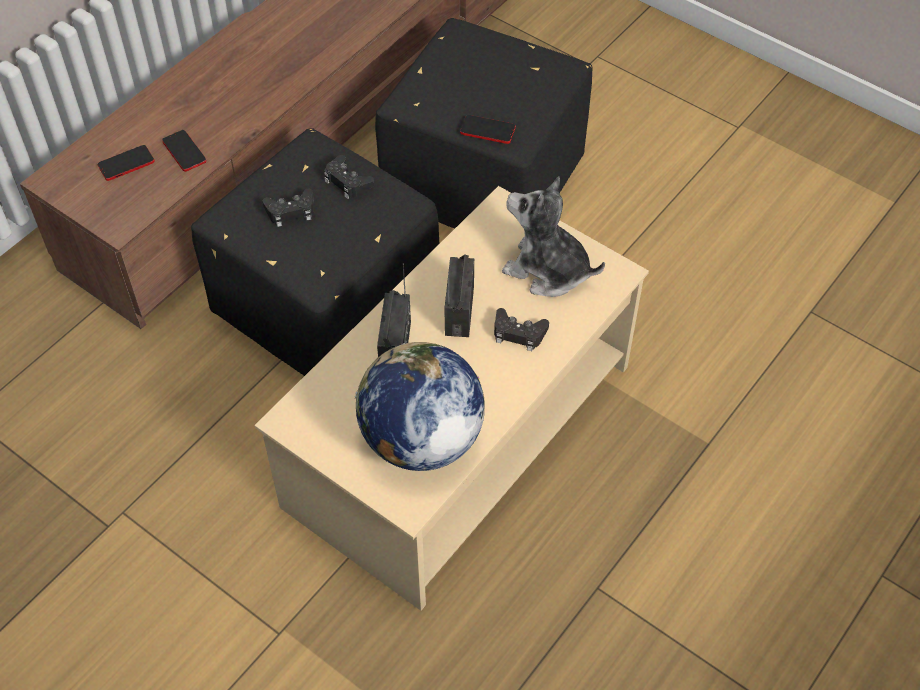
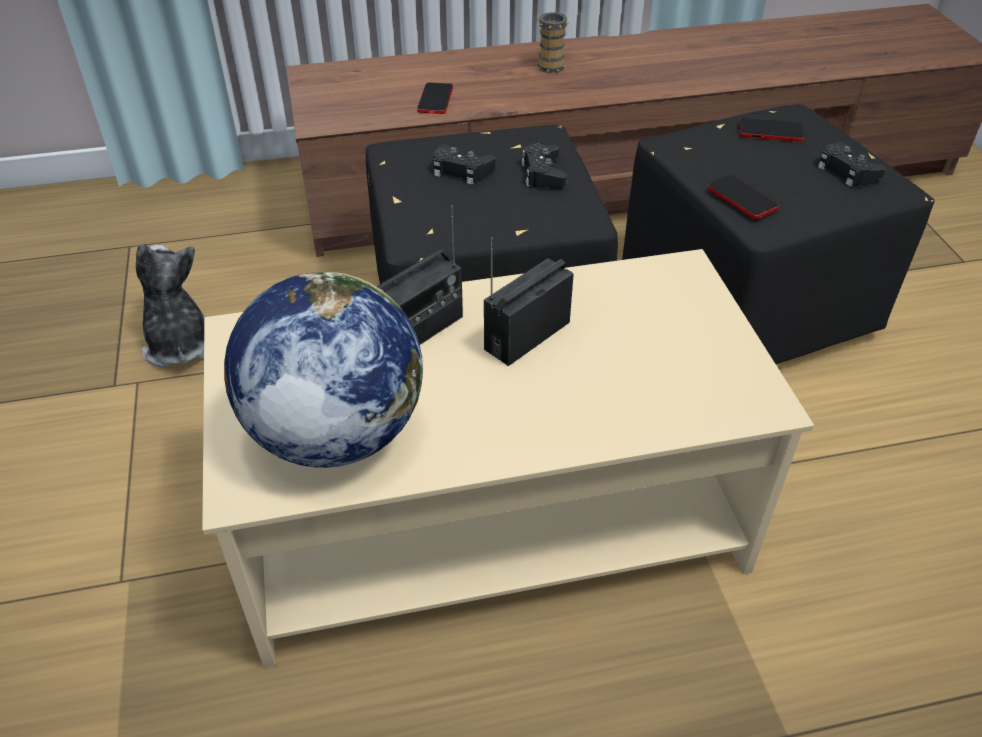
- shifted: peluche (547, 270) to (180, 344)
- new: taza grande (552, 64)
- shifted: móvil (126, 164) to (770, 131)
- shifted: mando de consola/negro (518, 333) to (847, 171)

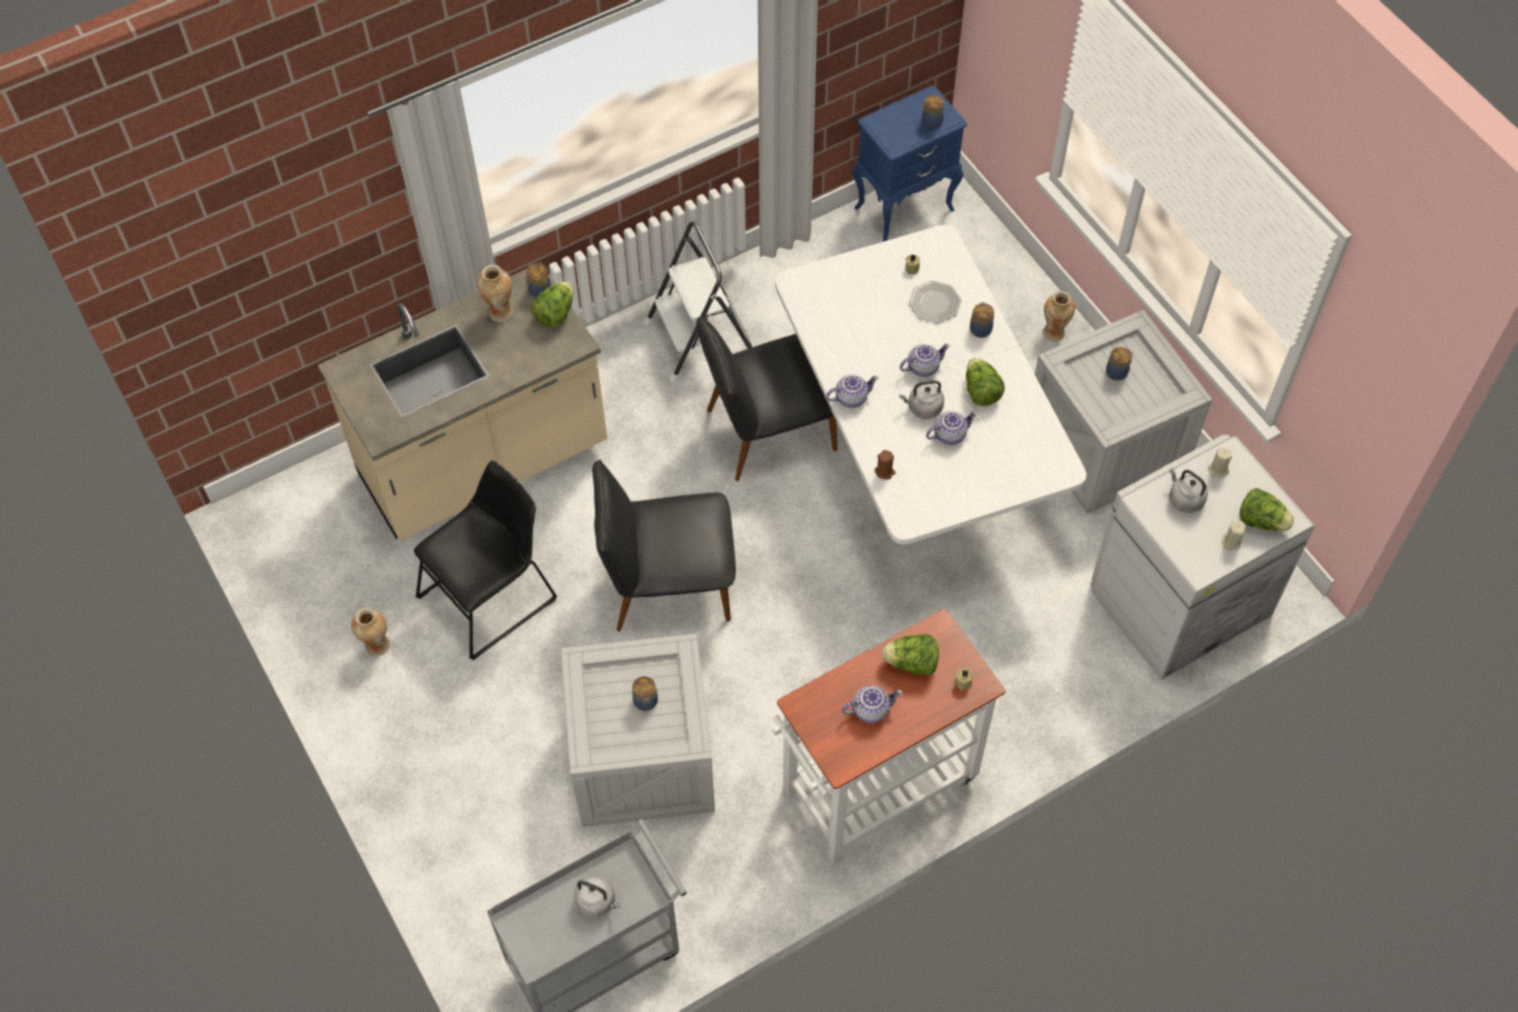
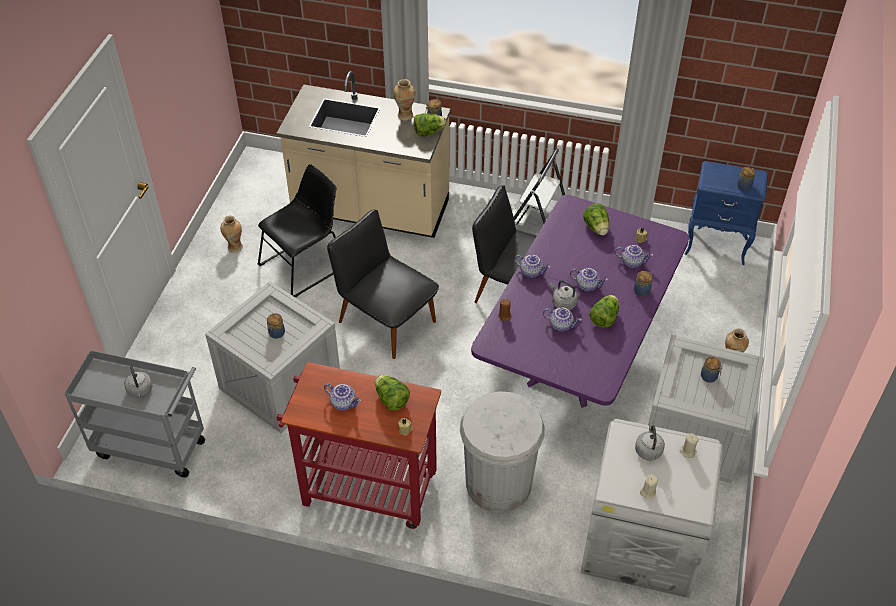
- rotated: silla/negro (492, 595) = (306, 264) 45 degrees counterclockwise
- repainted: carrito/blanco (876, 787) to carrito/rojo (367, 490)
- new: papelera/blanco (498, 484)
- repainted: mesa de comedor/blanco (914, 463) to mesa de comedor/morado (574, 362)
- shifted: lechuga (1261, 521) to (596, 228)
- swapped: plato (934, 303) to tetera (632, 262)

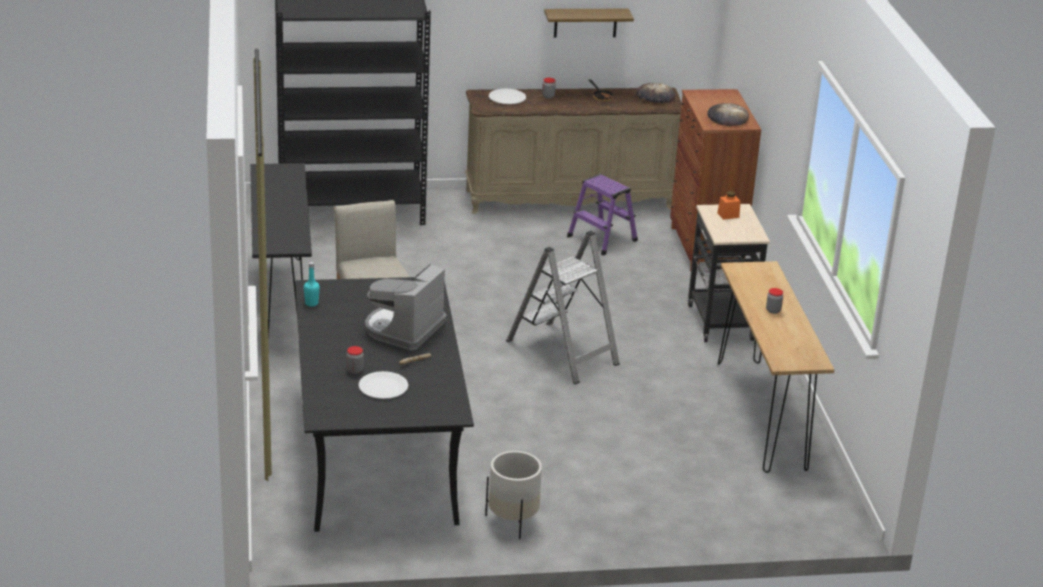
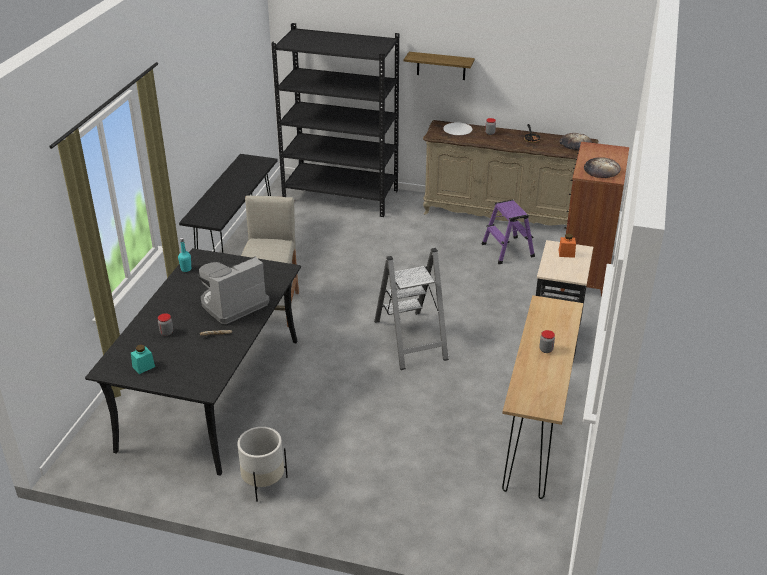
- new: tarro/turquesa (143, 367)
- shifted: estante (585, 22) to (441, 66)
- gone: plato/blanco (383, 387)

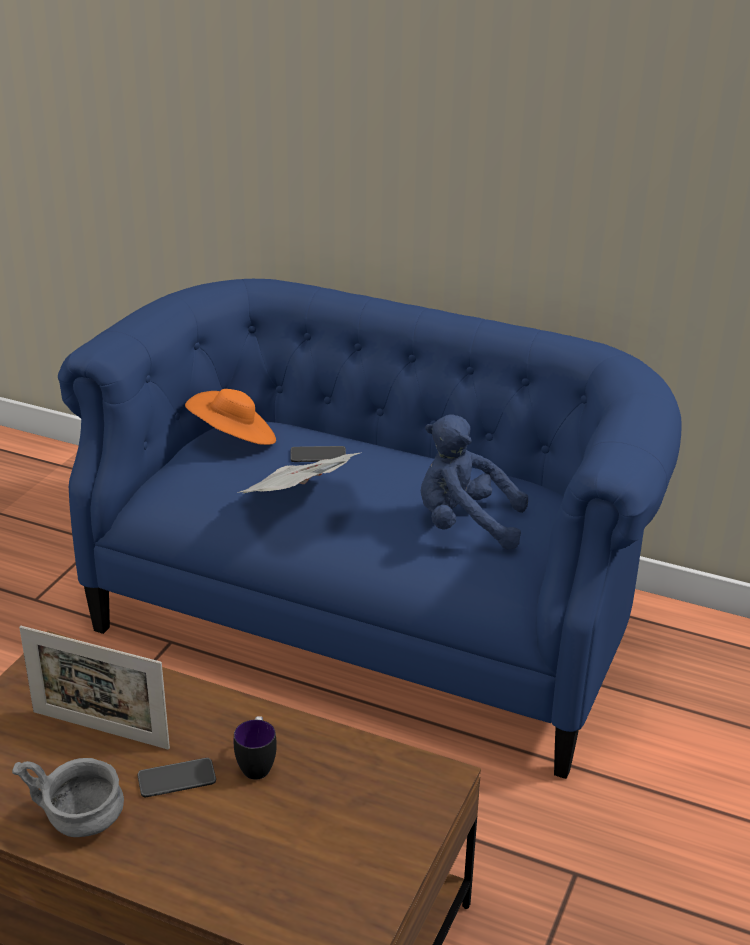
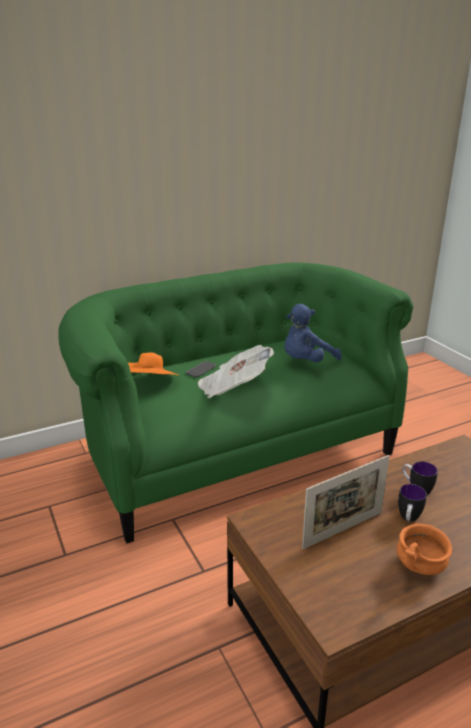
- repainted: sofá/azul (371, 619) to sofá/verde (236, 451)
- repainted: cuenco/gris (82, 821) to cuenco/naranja (420, 566)
- swapped: móvil (177, 779) to taza grande (408, 519)

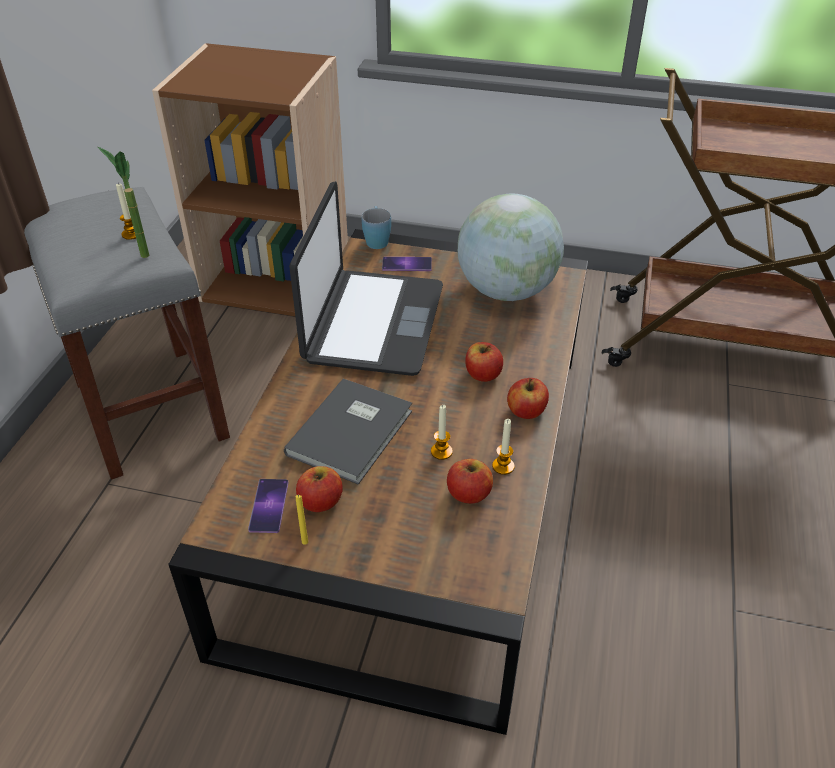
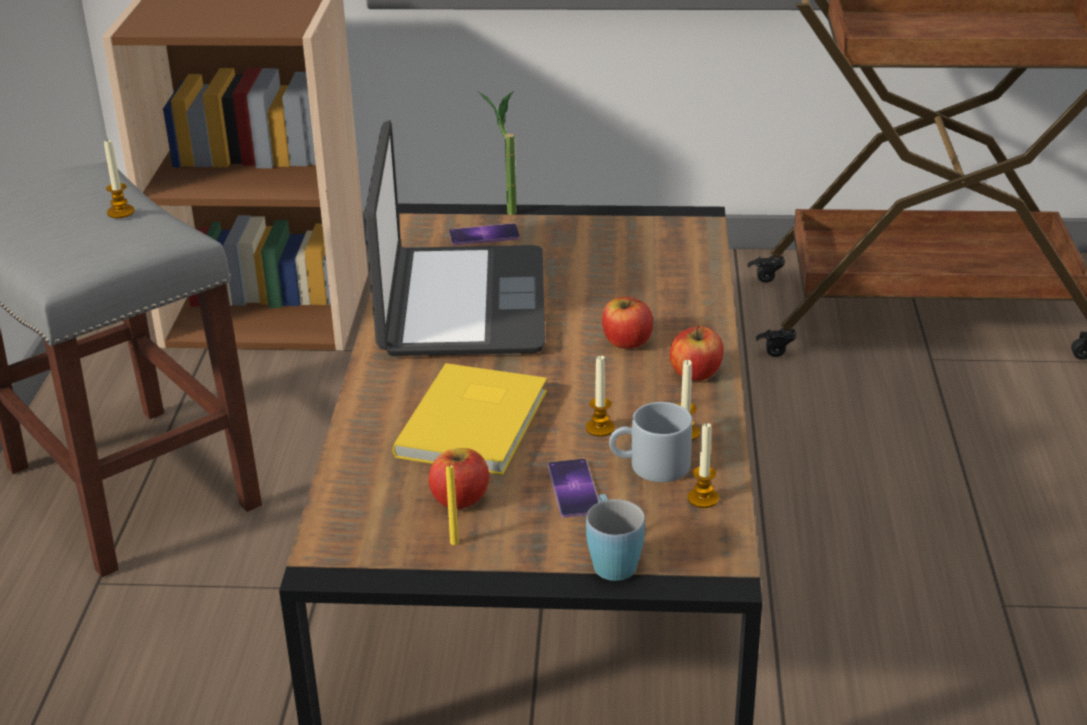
- repainted: libro/gris (354, 432) to libro/amarillo (477, 422)
- shifted: planta en maceta (140, 252) to (503, 210)
- shifted: móvil (269, 505) to (573, 488)
- shifted: taza grande/azul (377, 240) to (611, 559)
- swapped: manzana (469, 493) to taza grande/gris (650, 466)
- new: vela (703, 498)
- gone: globo terráqueo (506, 291)

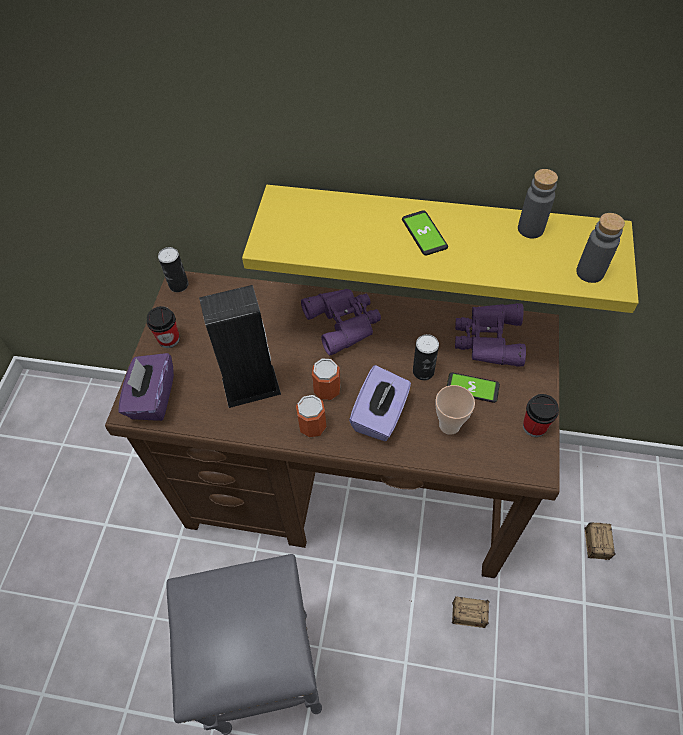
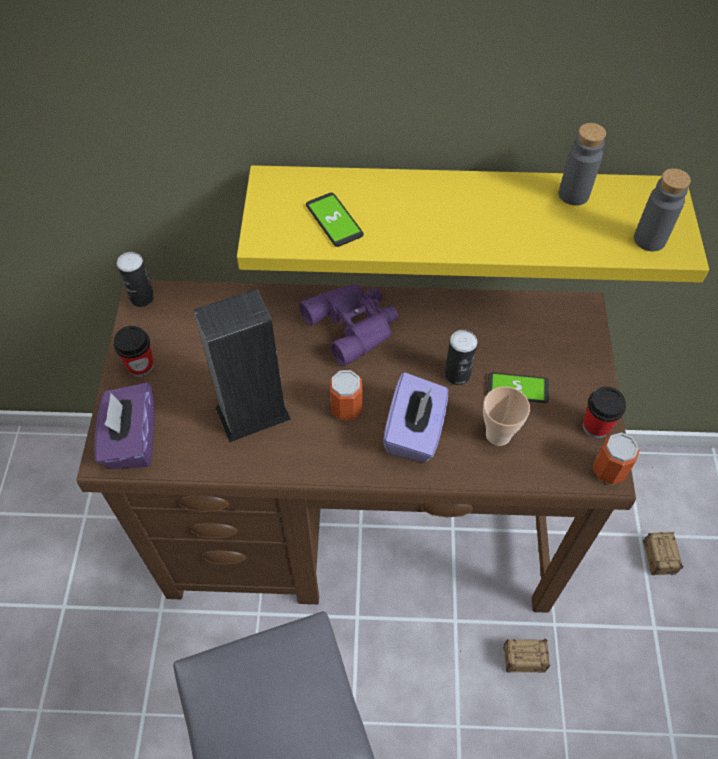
- shifted: móvil (424, 233) to (334, 220)
- shifted: lata (312, 426) to (609, 470)
- gone: prismáticos/morado (487, 339)

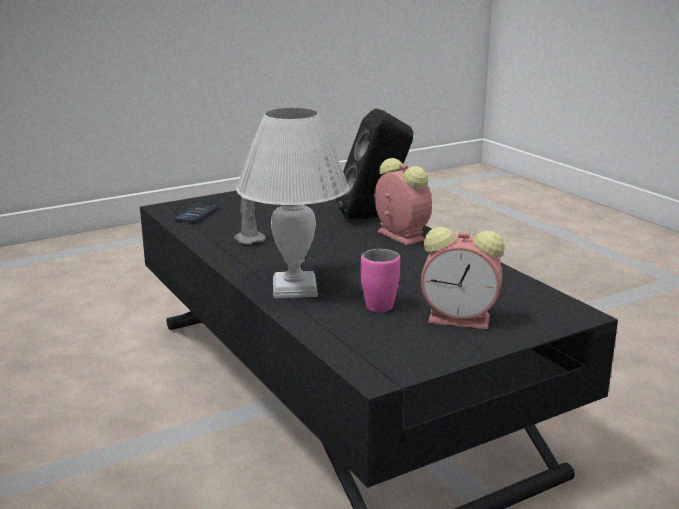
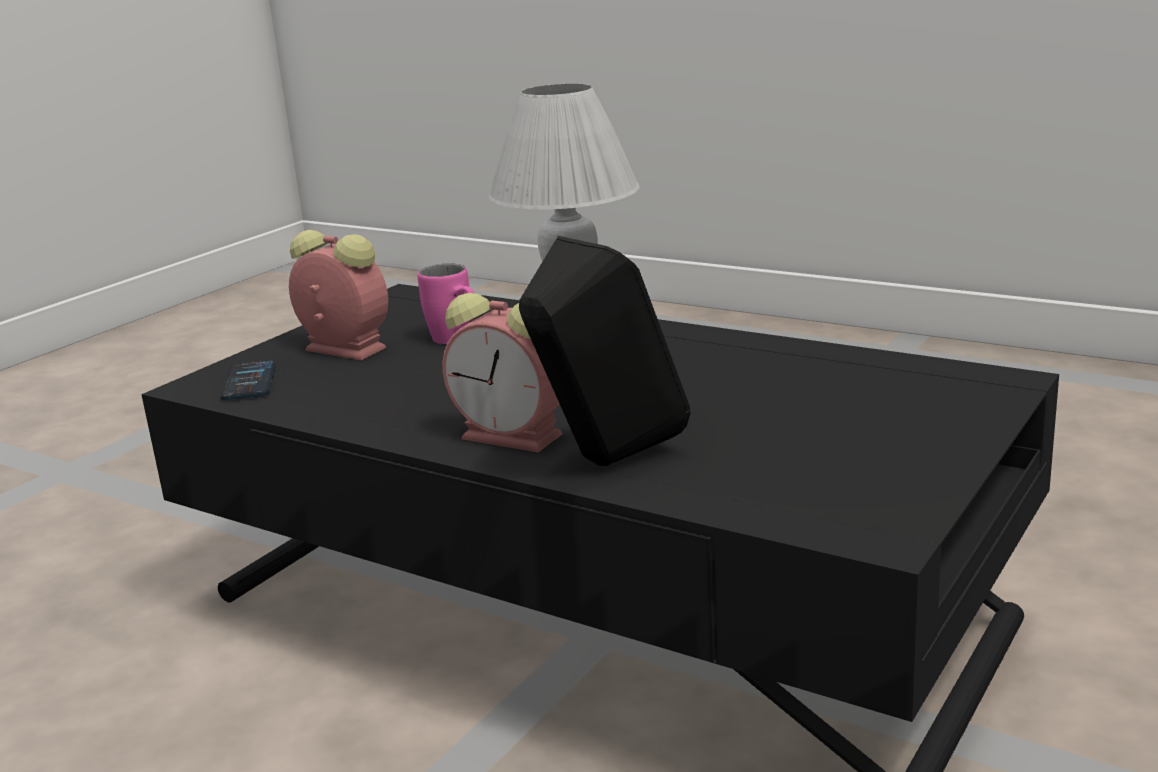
- shifted: móvil (196, 214) to (249, 382)
- rotated: despertador (462, 319) = (342, 349) 45 degrees clockwise
- gone: vela/gris (248, 239)

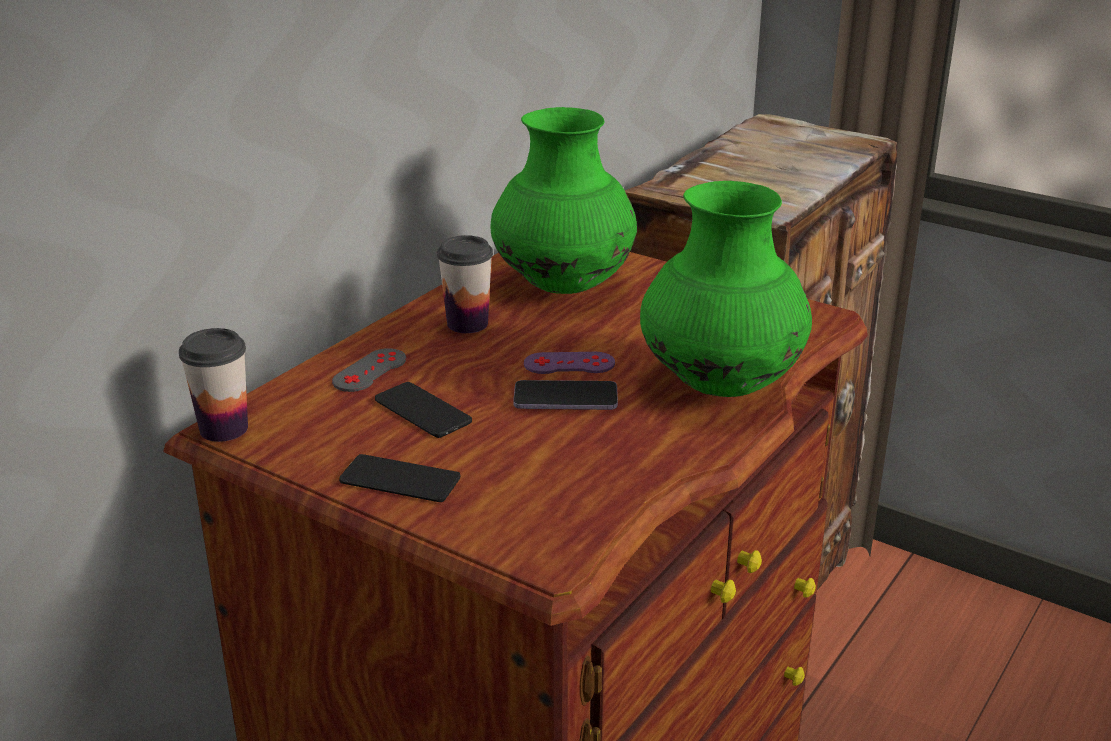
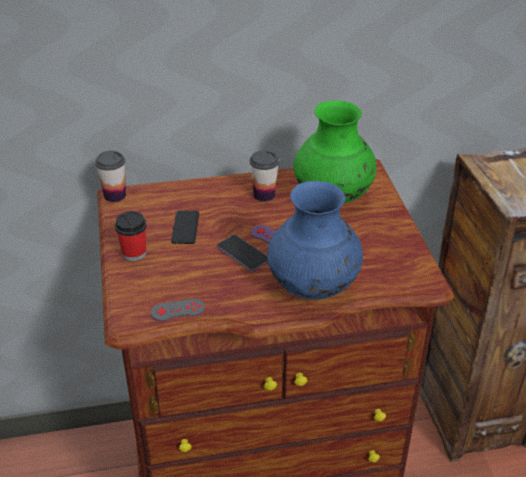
- swapped: móvil (400, 480) to taza (134, 253)
- shifted: mando de consola/gris (370, 371) to (178, 310)
- repainted: florero/verde (721, 386) to florero/azul (313, 287)

